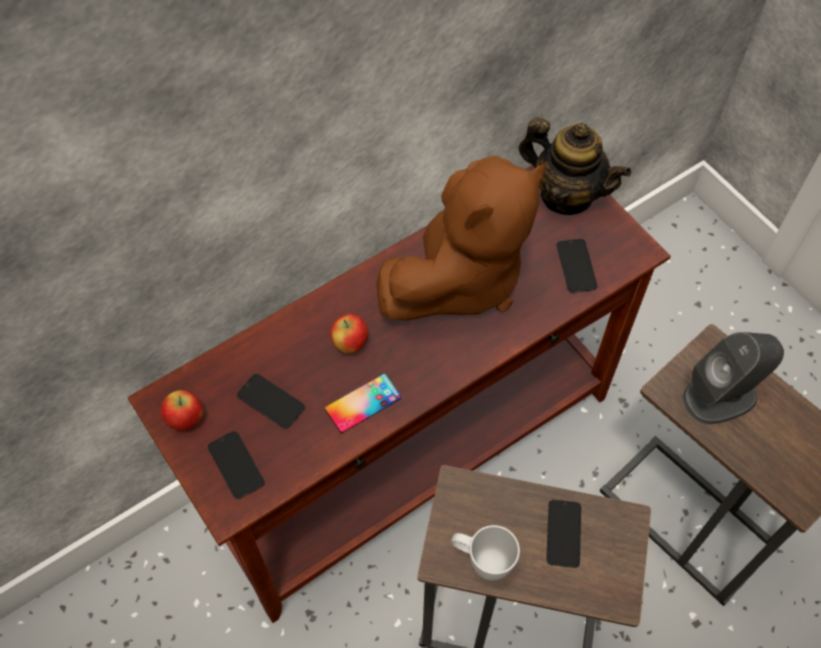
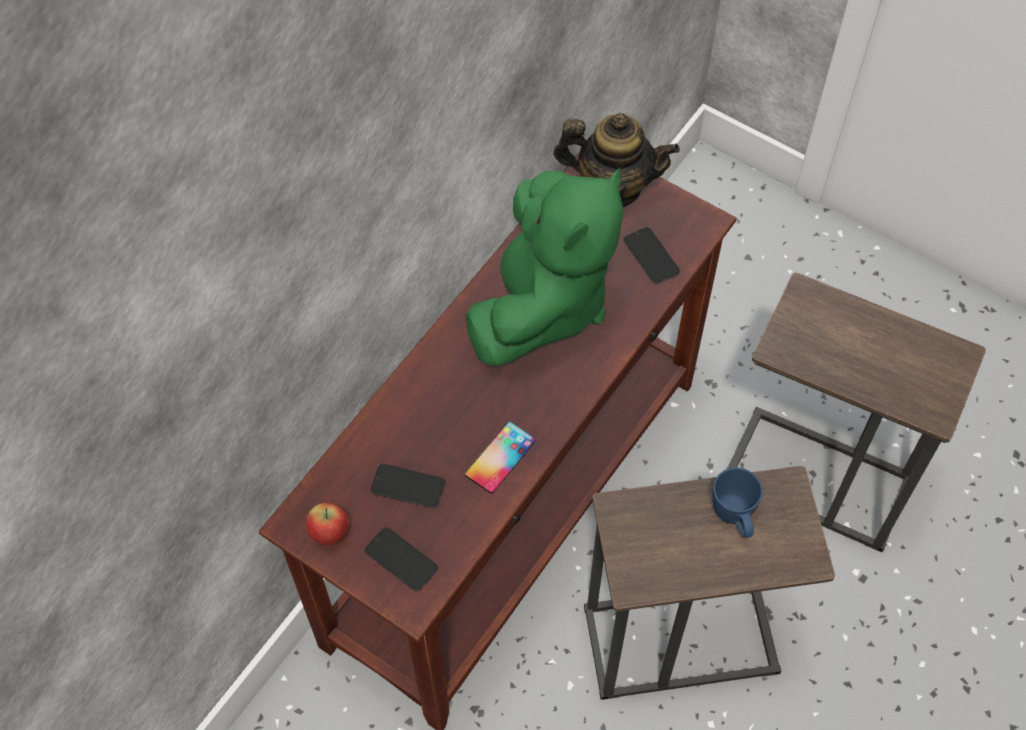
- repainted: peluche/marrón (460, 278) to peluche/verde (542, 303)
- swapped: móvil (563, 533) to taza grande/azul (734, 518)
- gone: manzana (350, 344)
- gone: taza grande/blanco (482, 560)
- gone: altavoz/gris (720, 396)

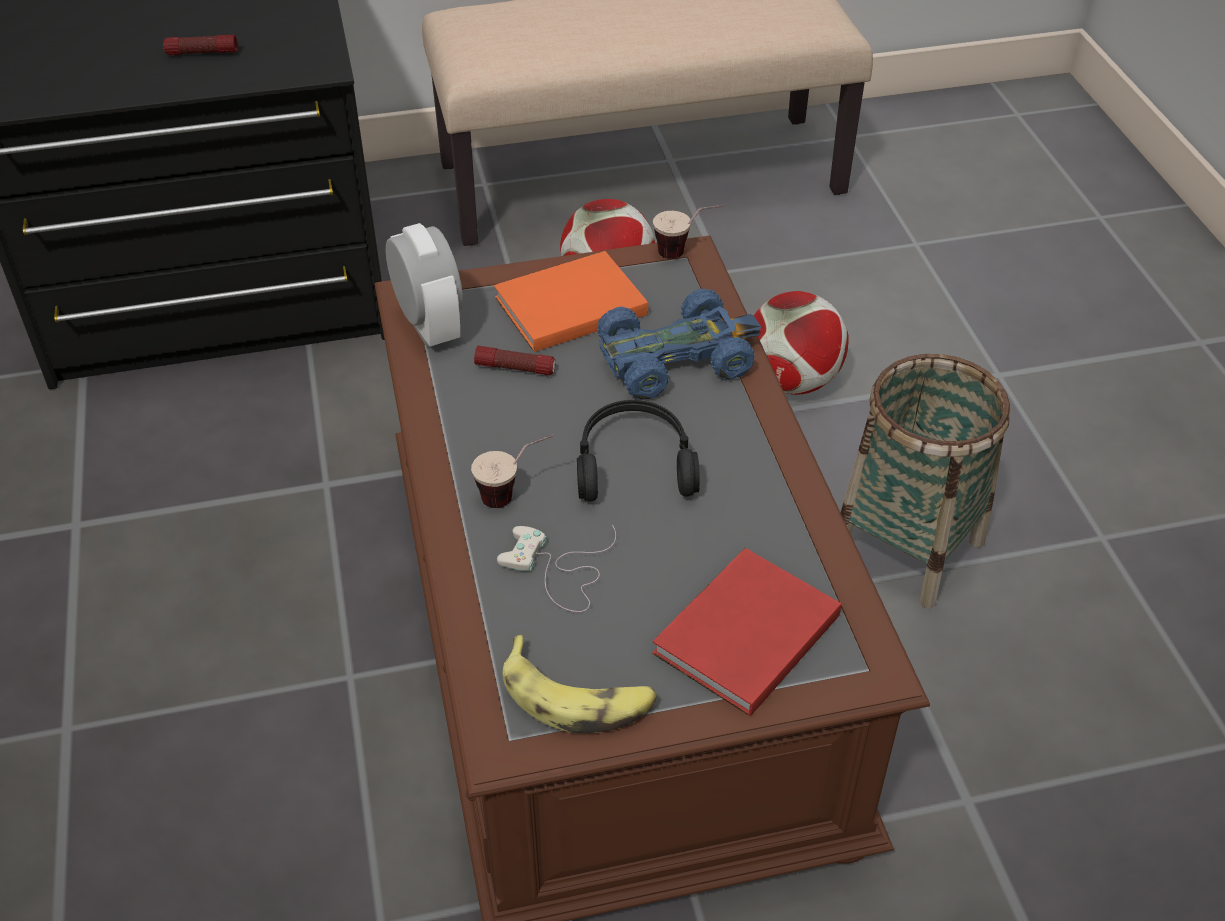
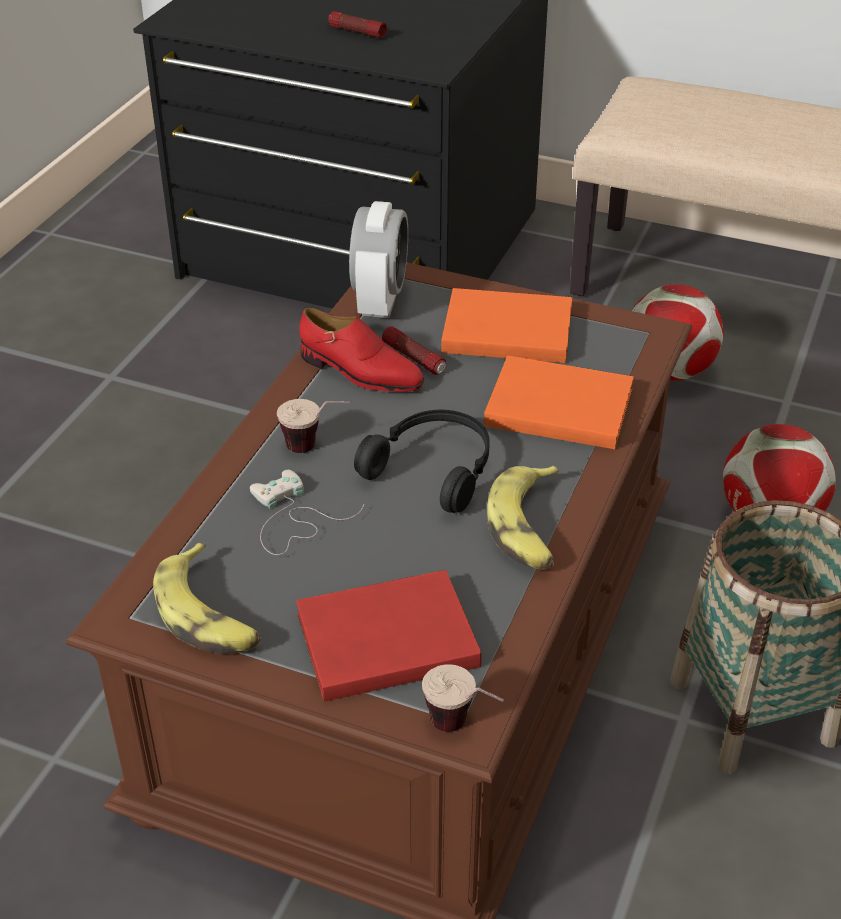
- new: zapato/rojo (360, 372)
- shifted: taza (686, 253) to (463, 731)
- swapped: coche de juguete/azul (677, 358) to libro/naranja (555, 405)
- new: plátano (528, 528)

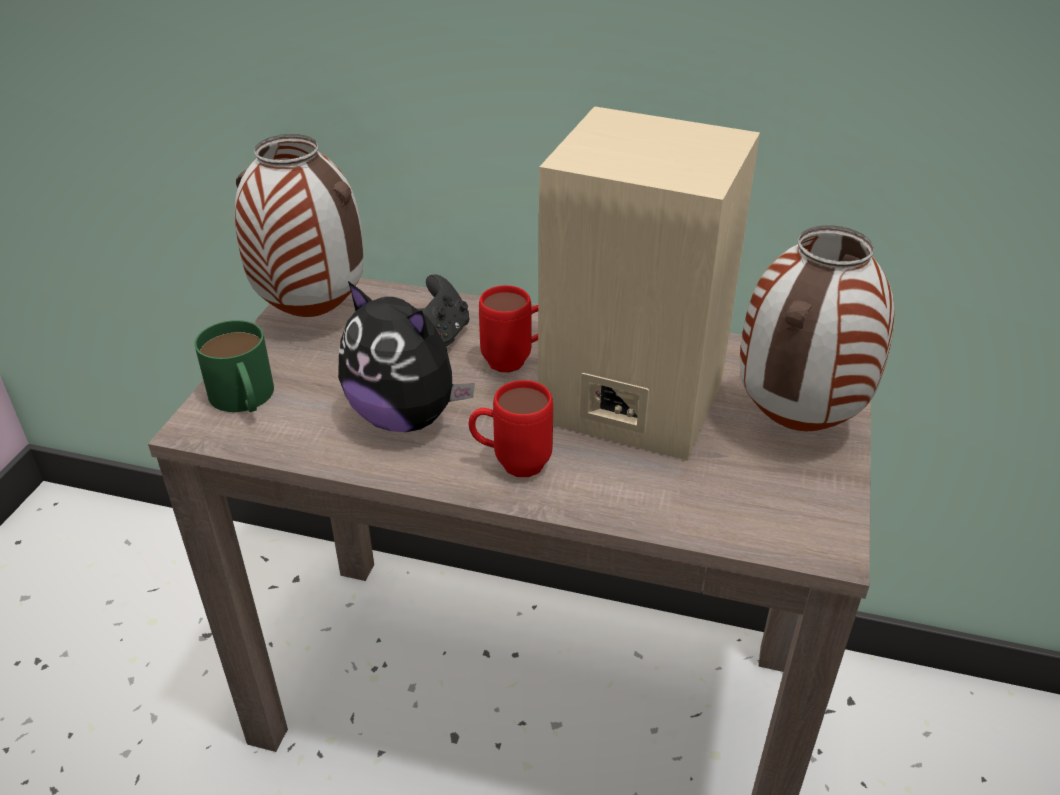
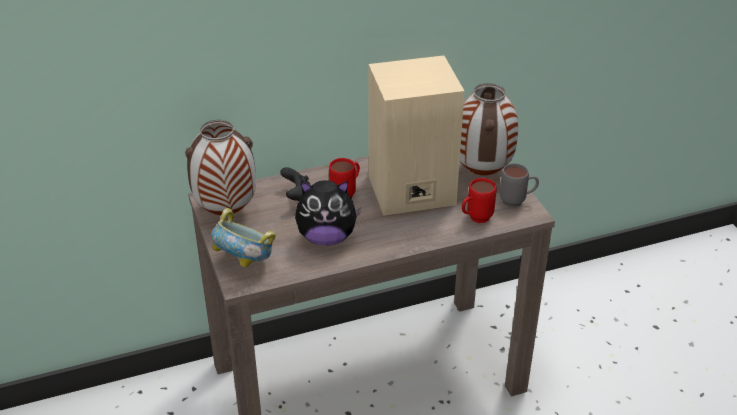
- swapped: taza grande/verde (244, 399) to cuenco (245, 262)
- shifted: taza grande/rojo (511, 464) to (475, 219)
- new: taza grande/gris (517, 202)

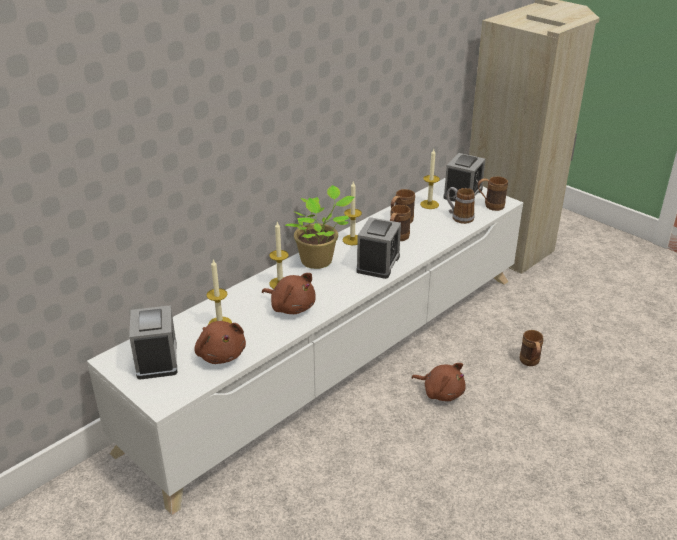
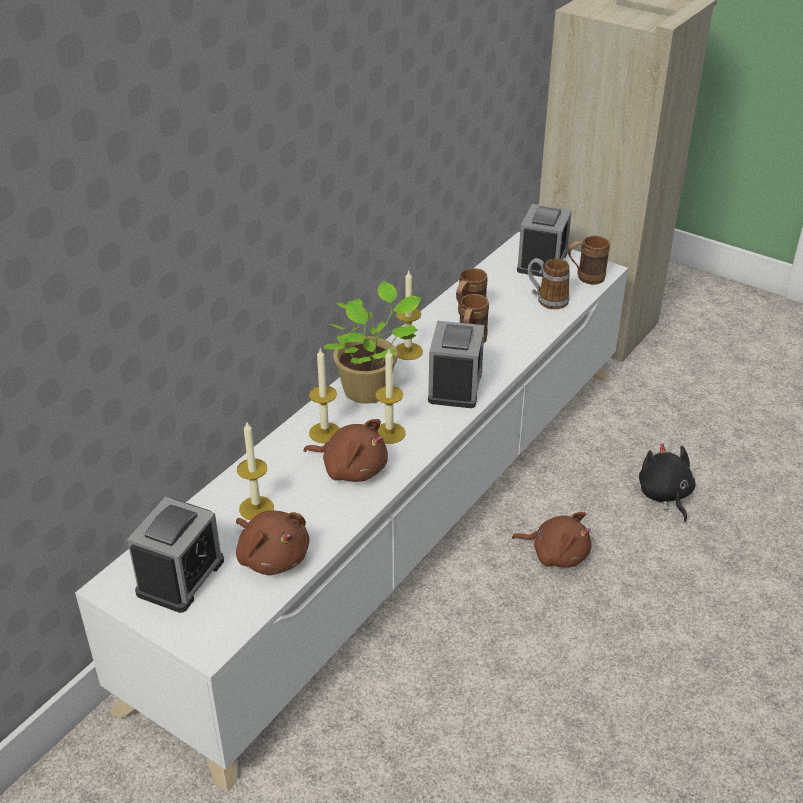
- rotated: despertador (157, 359) = (180, 577) 45 degrees clockwise
- shifted: vela (429, 204) to (389, 433)
- swapped: taza grande/marrón (530, 363) to peluche/negro (665, 495)

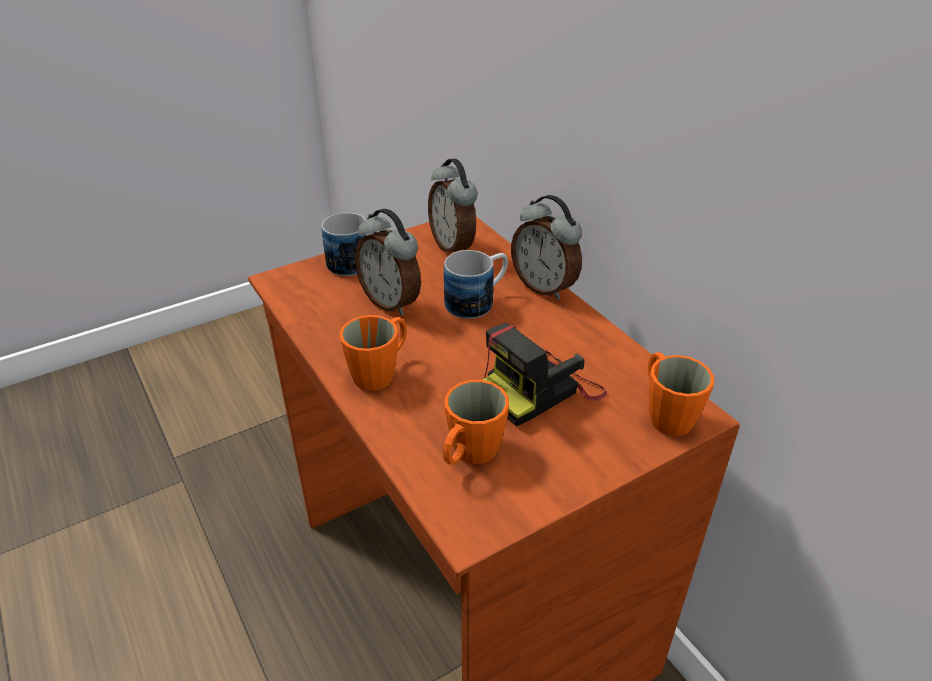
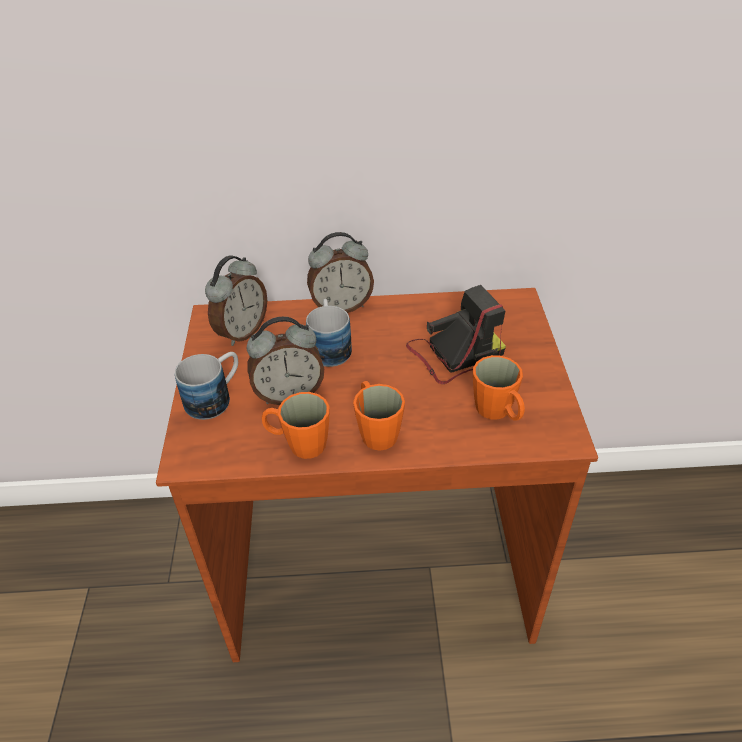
- rotated: despertador (453, 246) = (241, 332) 60 degrees counterclockwise
- shifted: taza grande/naranja (665, 413) to (299, 443)
- rotated: cámara (540, 390) = (454, 354) 105 degrees counterclockwise

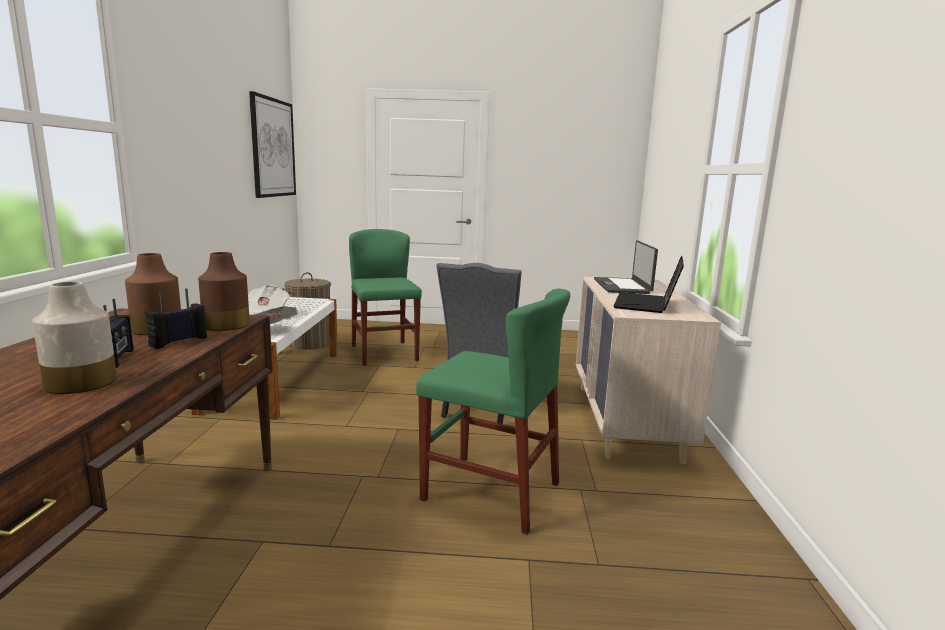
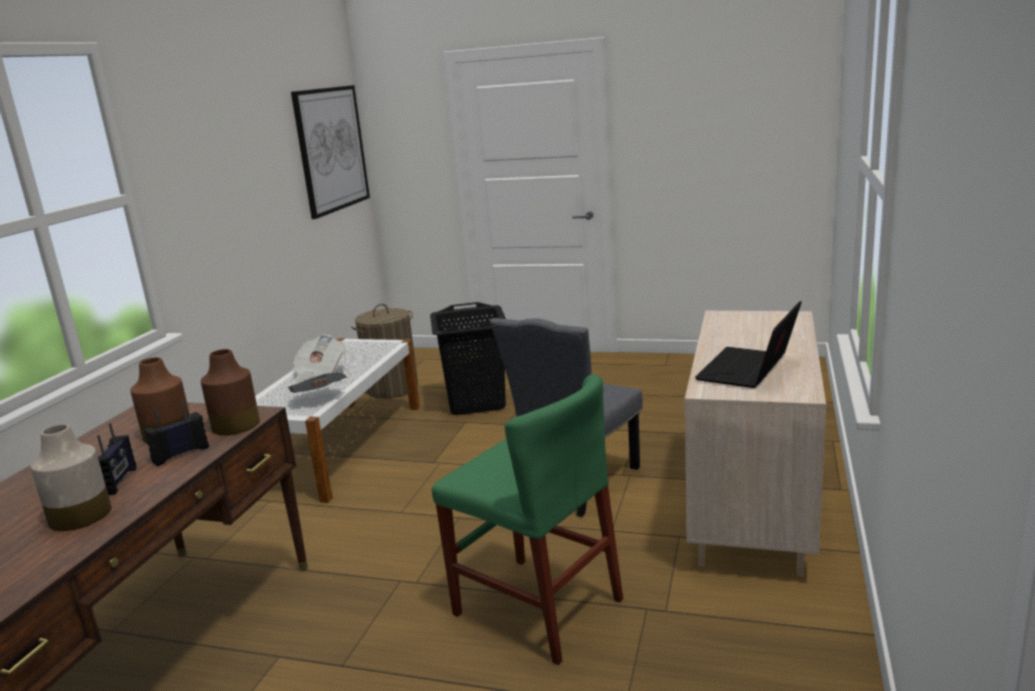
- swapped: silla/verde (384, 353) to cesto de la ropa/negro (477, 402)
- gone: portátil (622, 286)

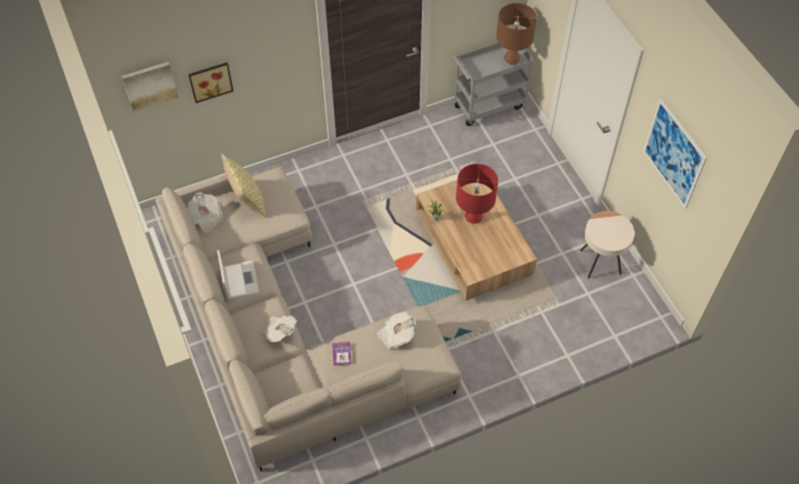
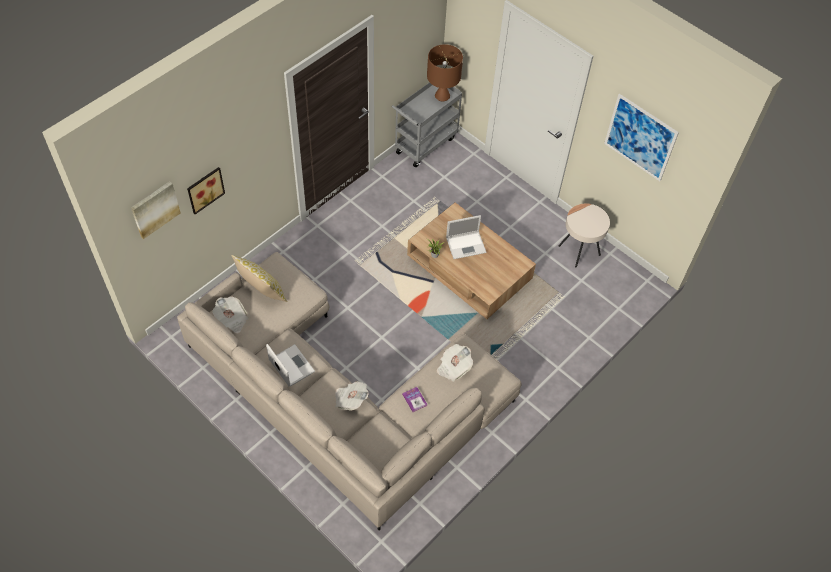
- swapped: lámpara de mesa/rojo (473, 217) to portátil (466, 245)

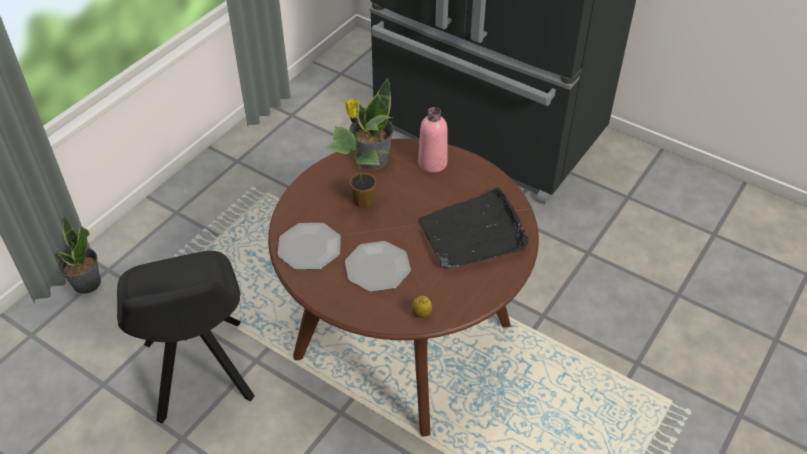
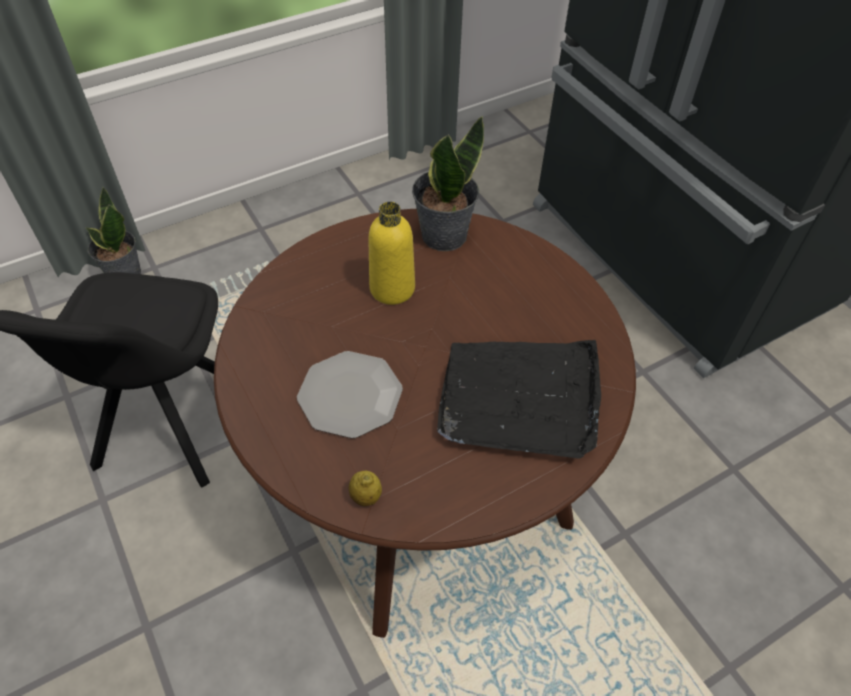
- swapped: planta en maceta (362, 201) to botella/amarillo (392, 288)
- gone: plato (309, 247)
- gone: botella/rosa (432, 163)

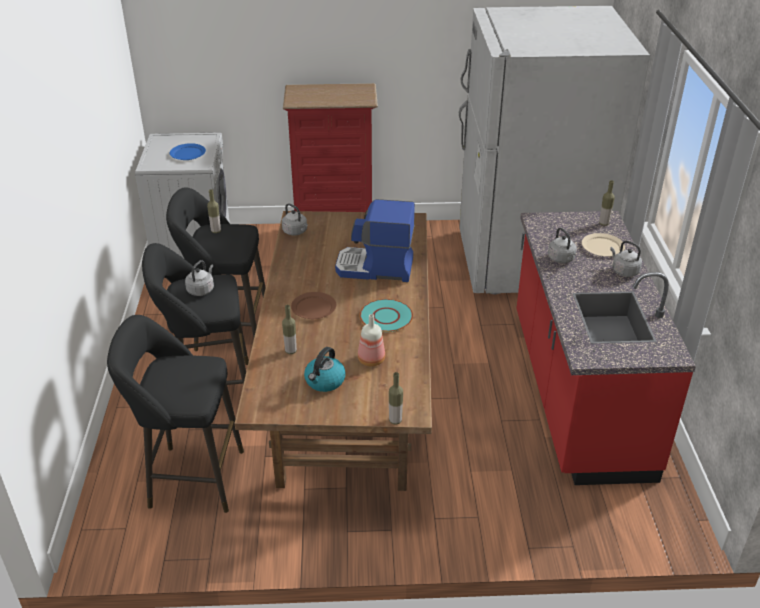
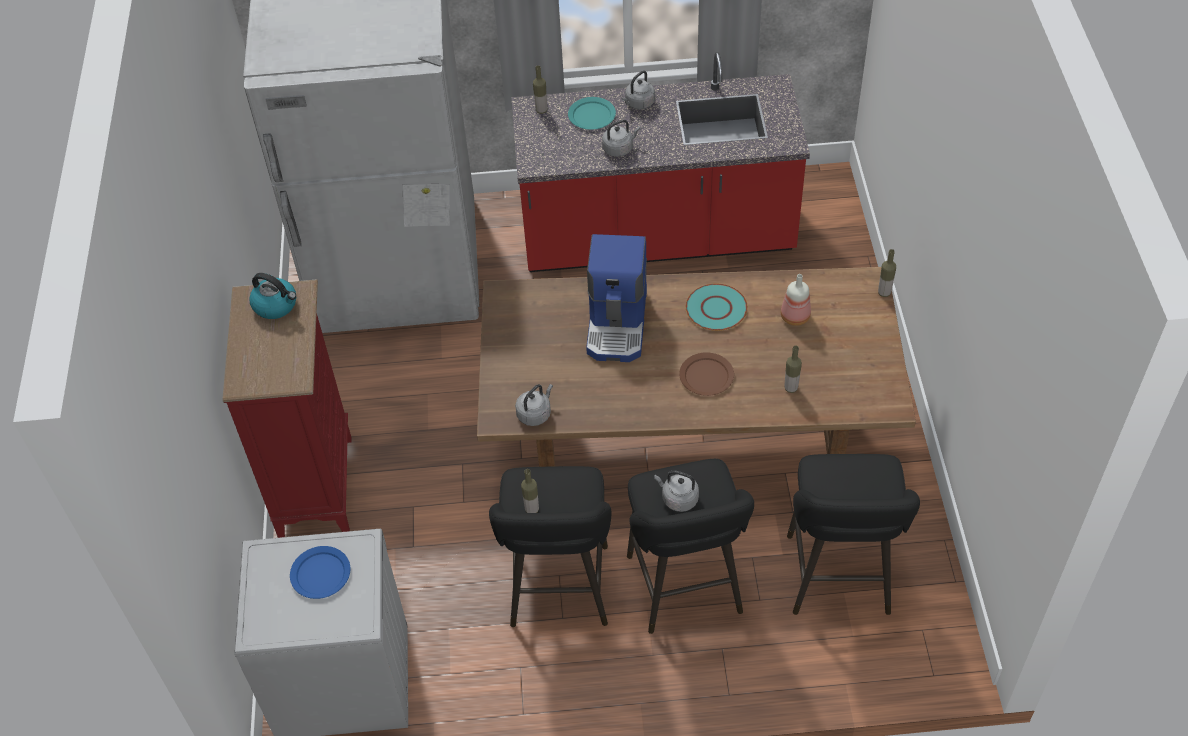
- shifted: hervidor (324, 381) to (276, 305)
- repainted: plato/beis (602, 247) to plato/turquesa (592, 115)

